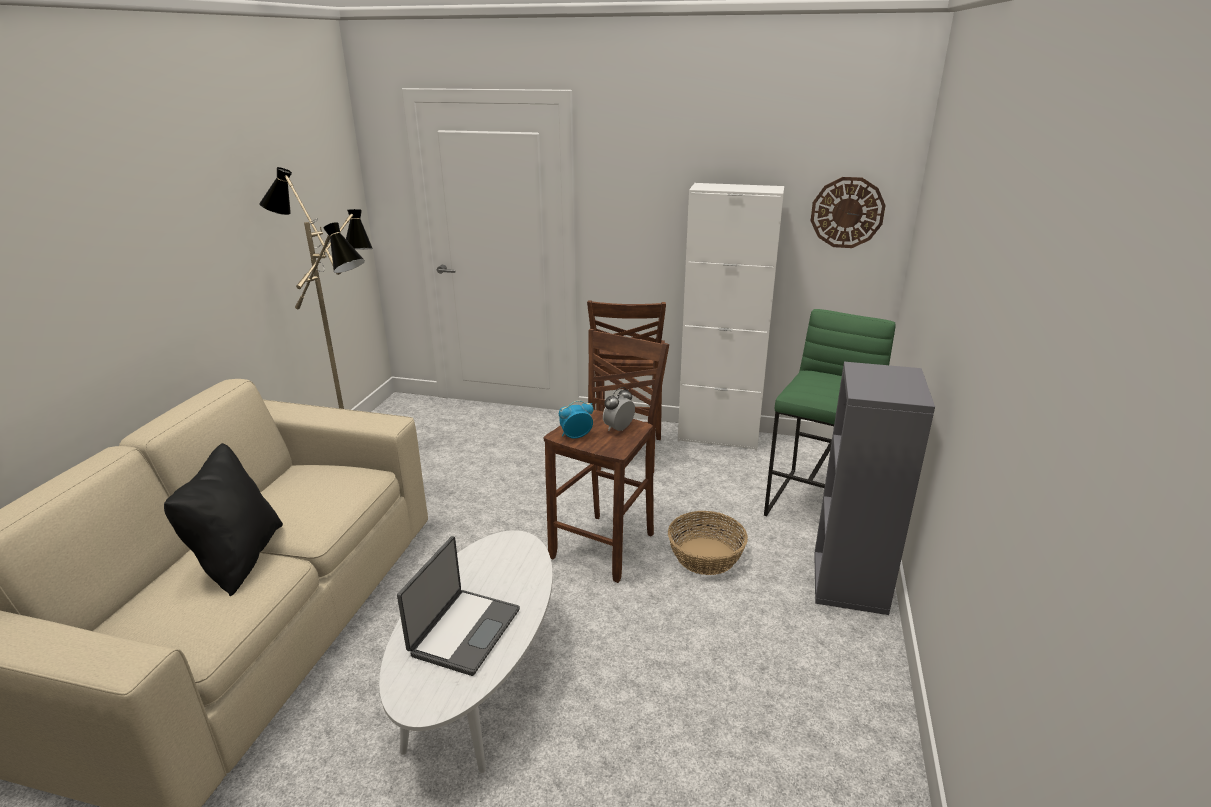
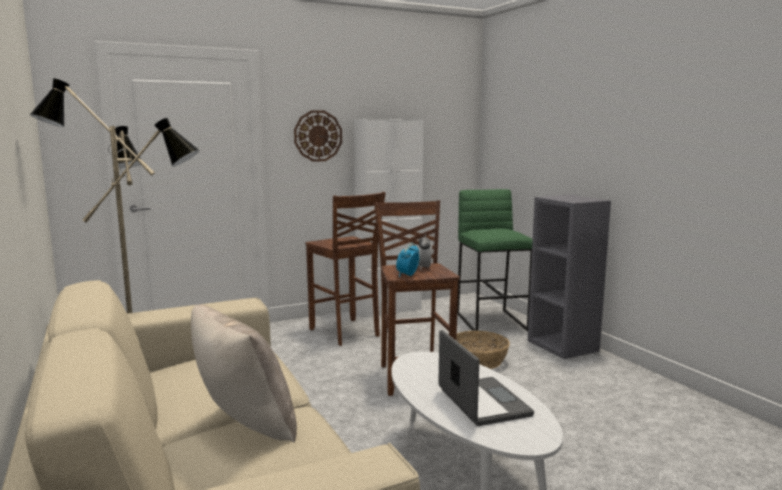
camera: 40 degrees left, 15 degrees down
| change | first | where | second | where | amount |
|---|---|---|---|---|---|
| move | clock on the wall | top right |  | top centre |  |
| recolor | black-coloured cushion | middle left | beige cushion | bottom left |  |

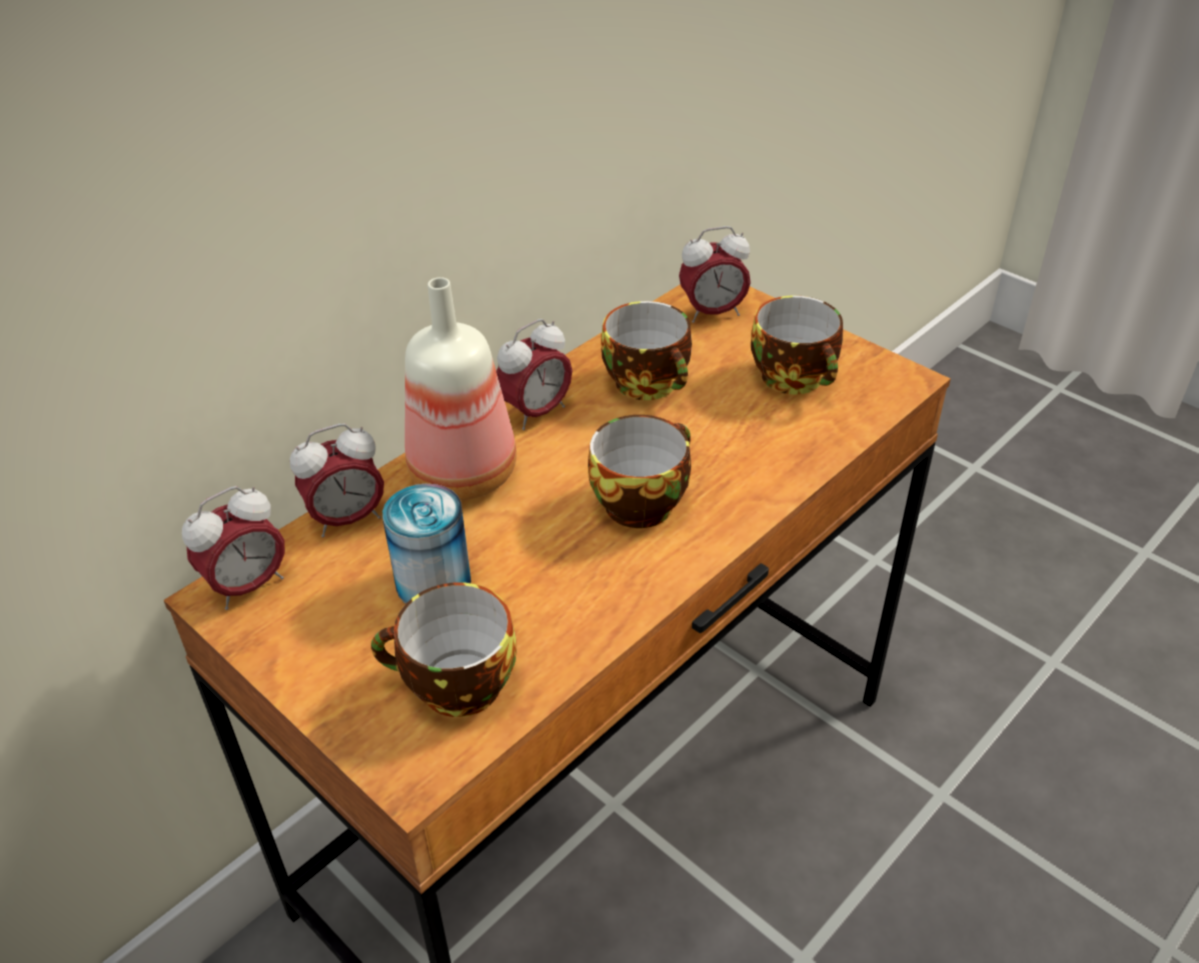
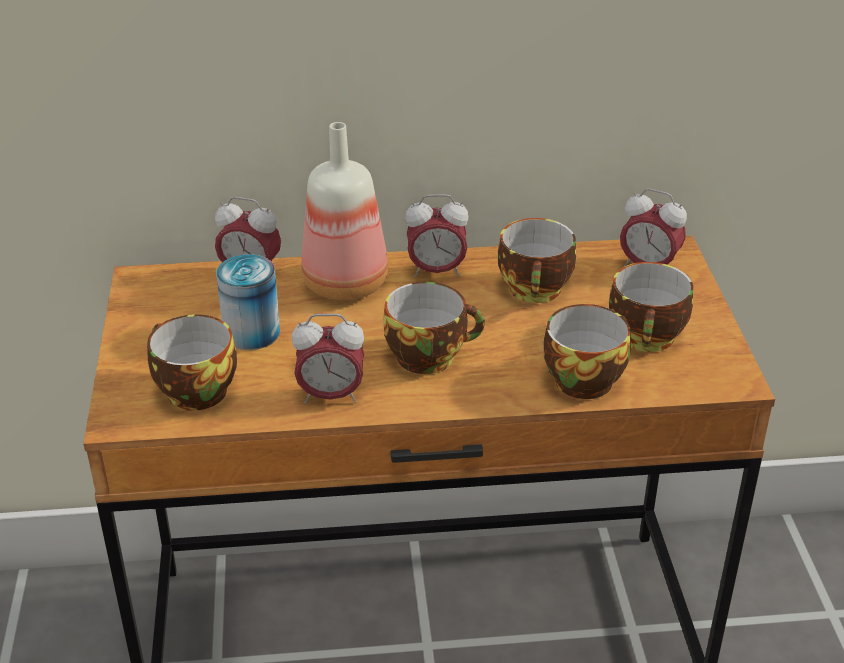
camera: 40 degrees right, 5 degrees down
| change | first | where | second | where | amount |
|---|---|---|---|---|---|
| insert |  |  | drinking cup (4th from left) | middle right |  |
| move | bedside clock (1st from left in the first image) | middle left | bedside clock (2nd from left) | centre |  |

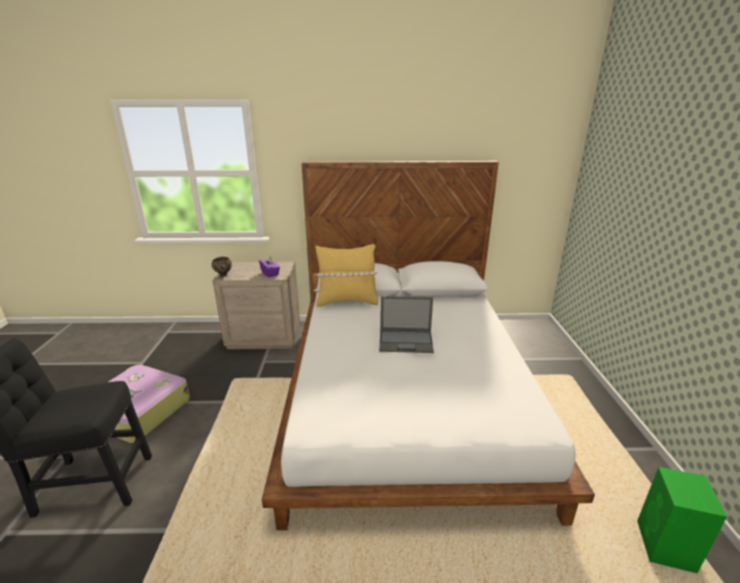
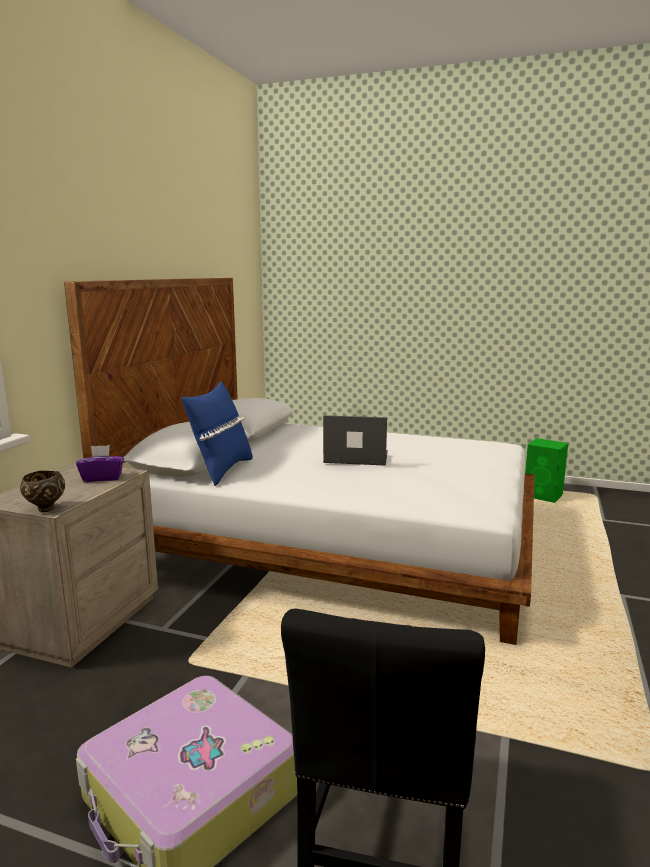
camera: 70 degrees left, 10 degrees down
| change | first | where | second | where | amount |
|---|---|---|---|---|---|
| recolor | yellowish cushion | centre | bluish cushion | centre |  |
| rotate | notebook computer | centre |  | centre | 105 degrees counterclockwise |

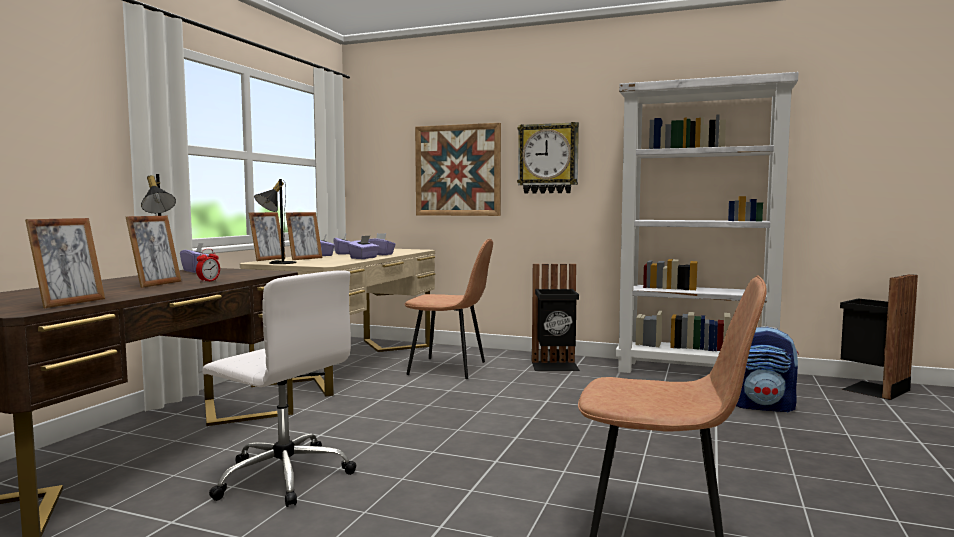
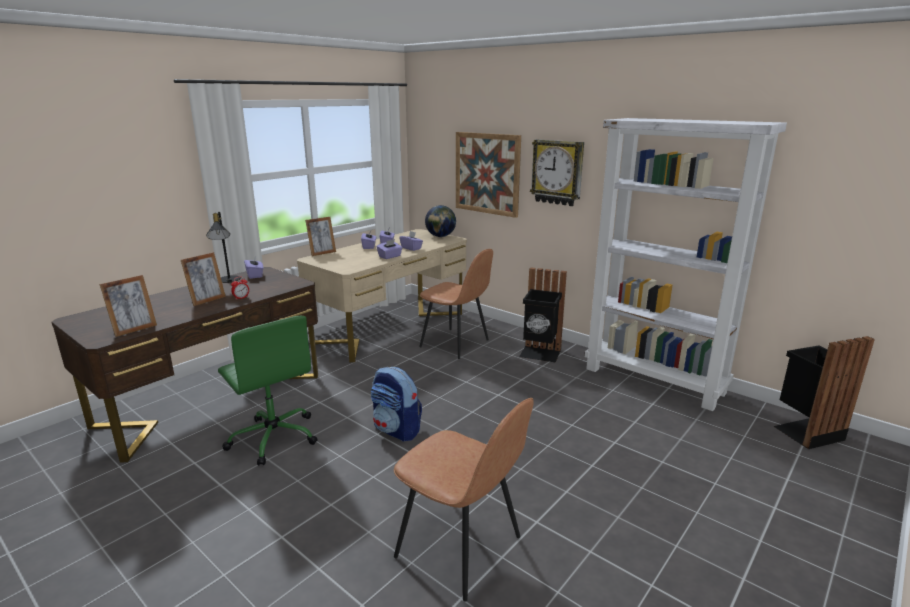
camera: 20 degrees right, 15 degrees up
| change | first | where | second | where | amount |
|---|---|---|---|---|---|
| delete | black-coloured table lamp (2nd from left) | middle left |  |  |  |
| delete | photo frame (4th from left) | middle left |  |  |  |
| insert |  |  | desk globe | centre |  |
| move | rucksack | bottom right |  | centre |  |
| recolor | white desk chair | bottom left | green-coloured desk chair | middle left |  |

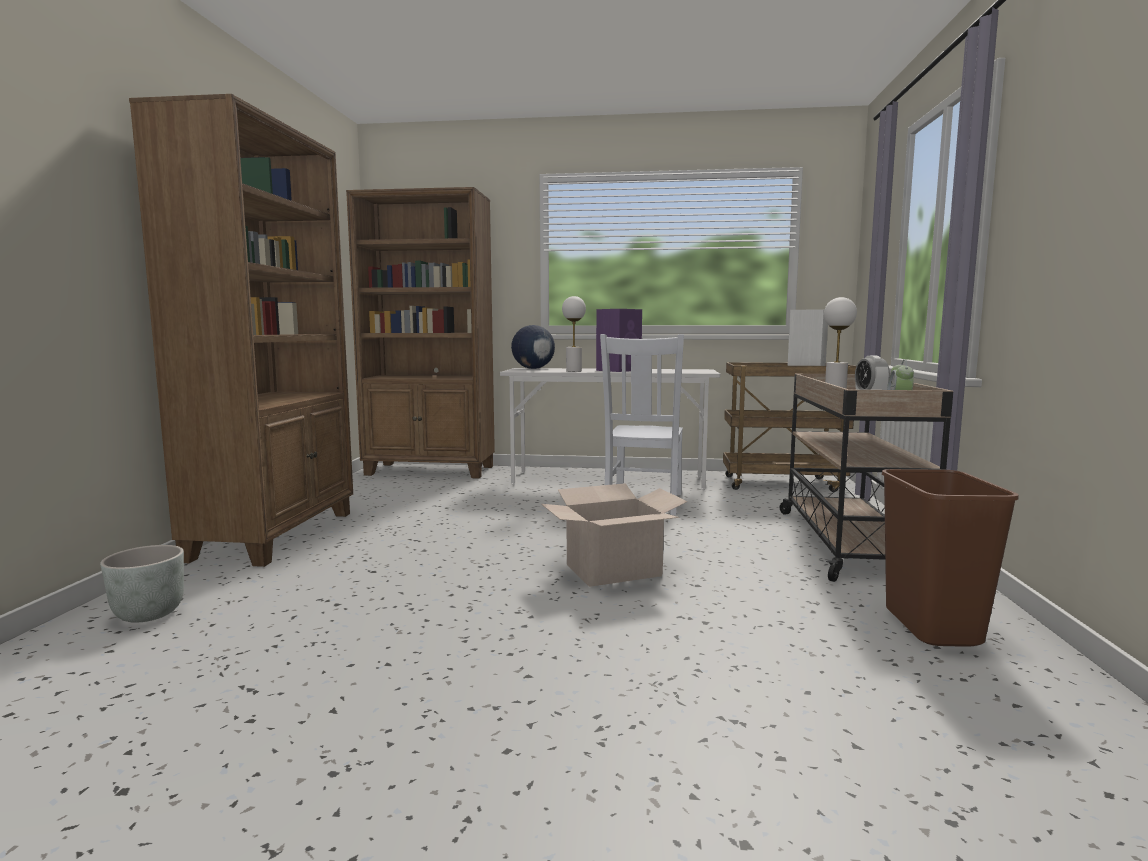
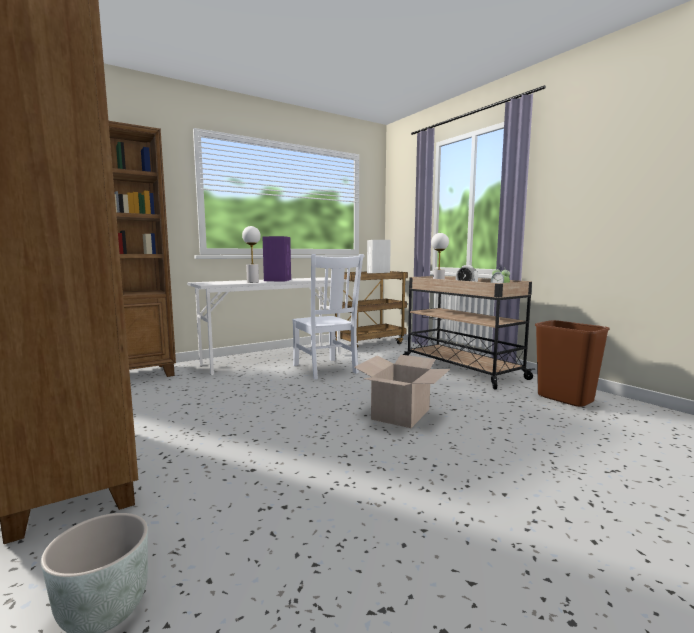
camera: 40 degrees left, 0 degrees up
| change | first | where | second | where | amount |
|---|---|---|---|---|---|
| delete | desk globe | centre |  |  |  |

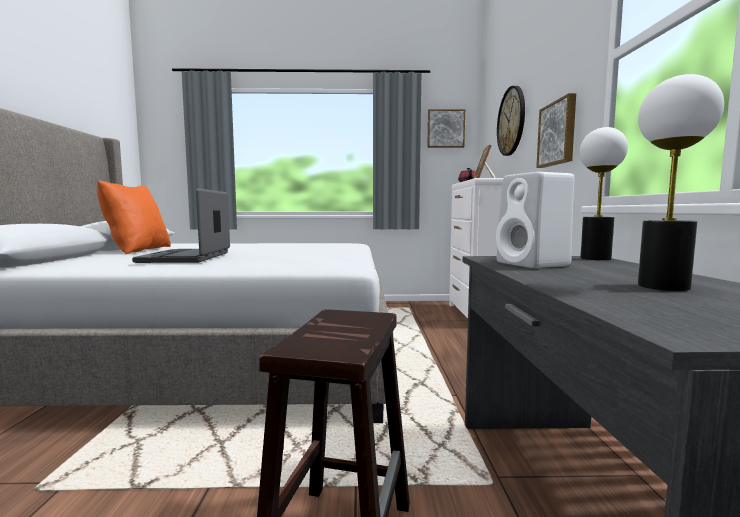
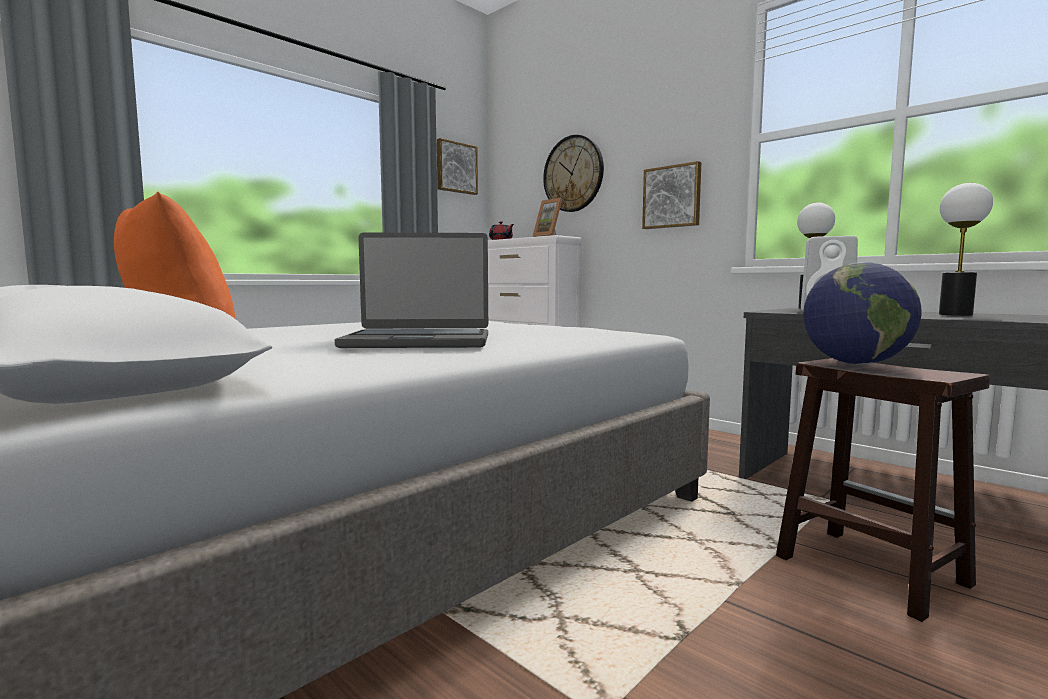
camera: 45 degrees left, 0 degrees up
| change | first | where | second | where | amount |
|---|---|---|---|---|---|
| insert |  |  | desk globe | middle right |  |
| rotate | notebook computer | middle left |  | centre | 45 degrees counterclockwise |

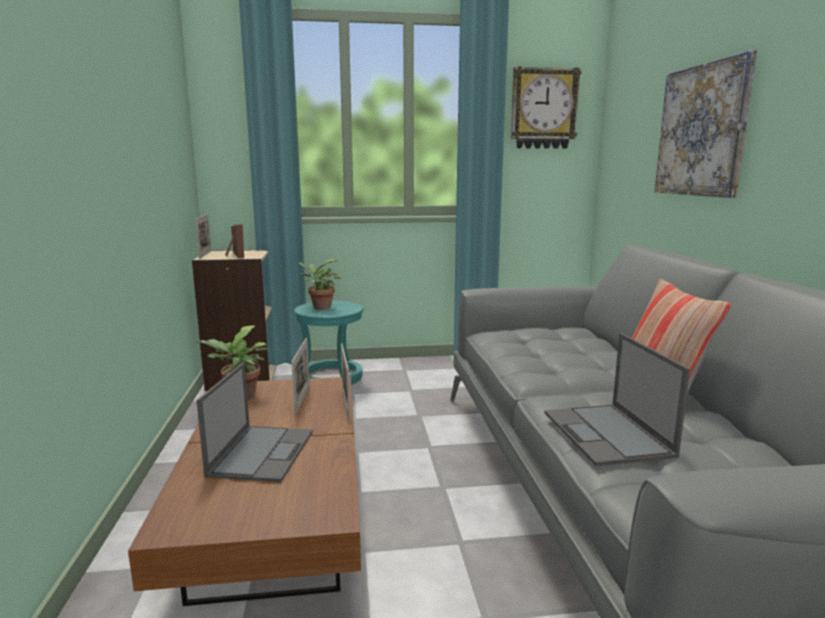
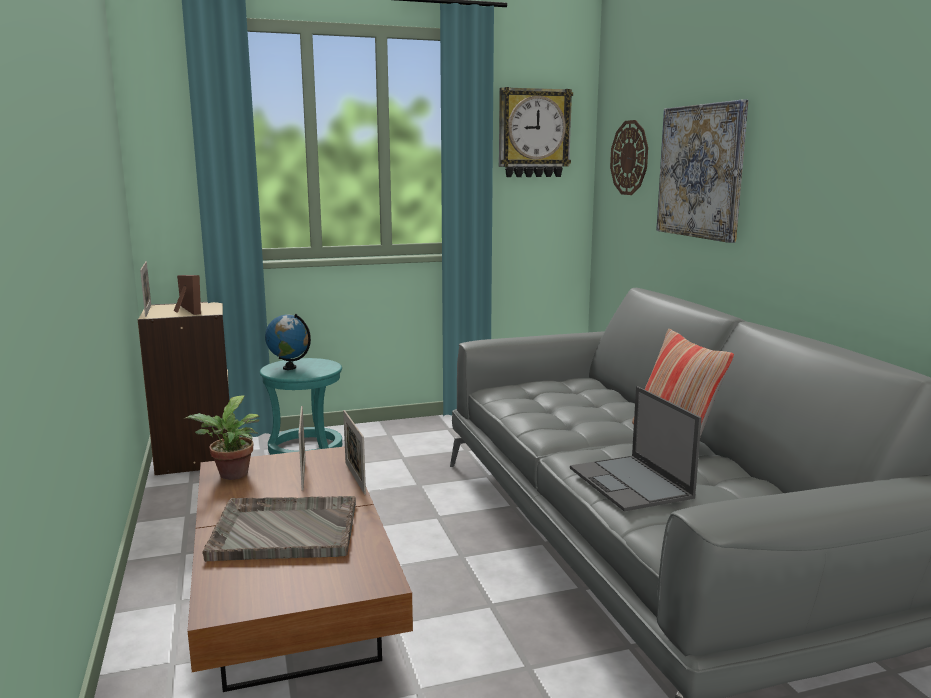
camera: 10 degrees left, 0 degrees up
| change | first | where | second | where | amount |
|---|---|---|---|---|---|
| insert |  |  | clock on the wall (2nd from left) | top right |  |
| replace | notebook computer (1st from left) | bottom left | grey tray | bottom left |  |
| replace | houseplant (2nd from left) | centre | desk globe | middle left |  |

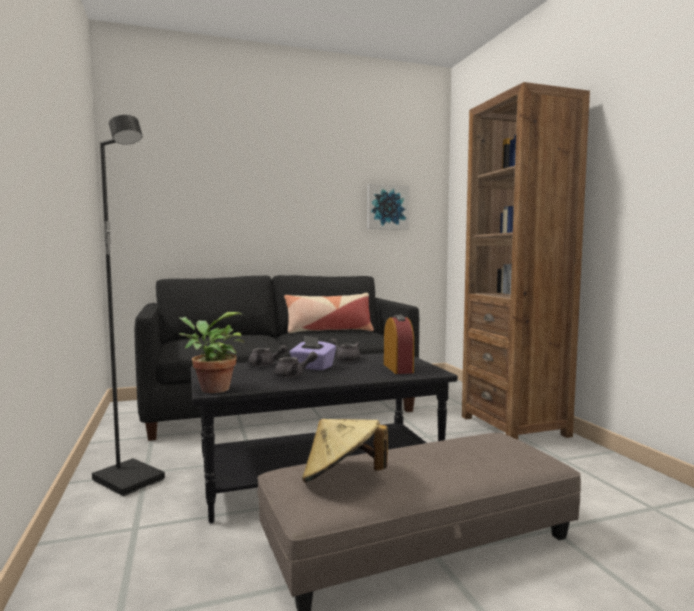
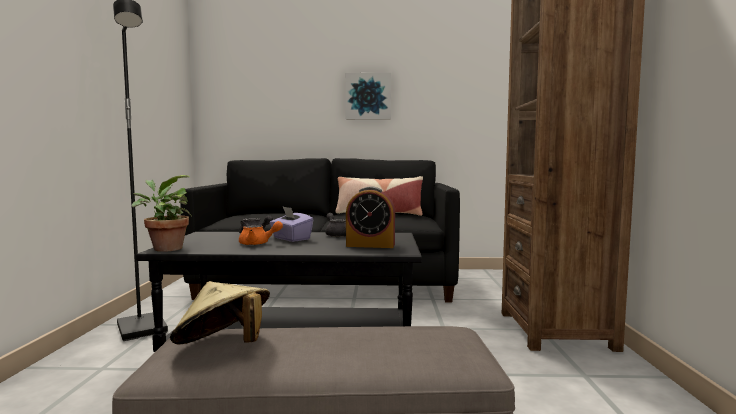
camera: 20 degrees right, 0 degrees up
| change | first | where | second | where | amount |
|---|---|---|---|---|---|
| move | wall picture | centre |  | top centre |  |
| recolor | grey teapot (2nd from left) | centre | orange-coloured teapot | centre |  |
| rotate | bedside clock | centre |  | centre | 90 degrees clockwise |

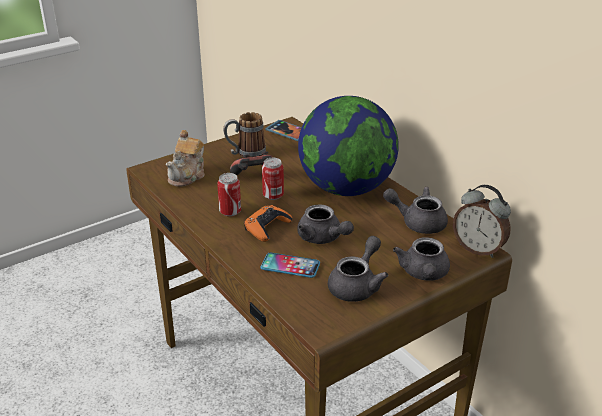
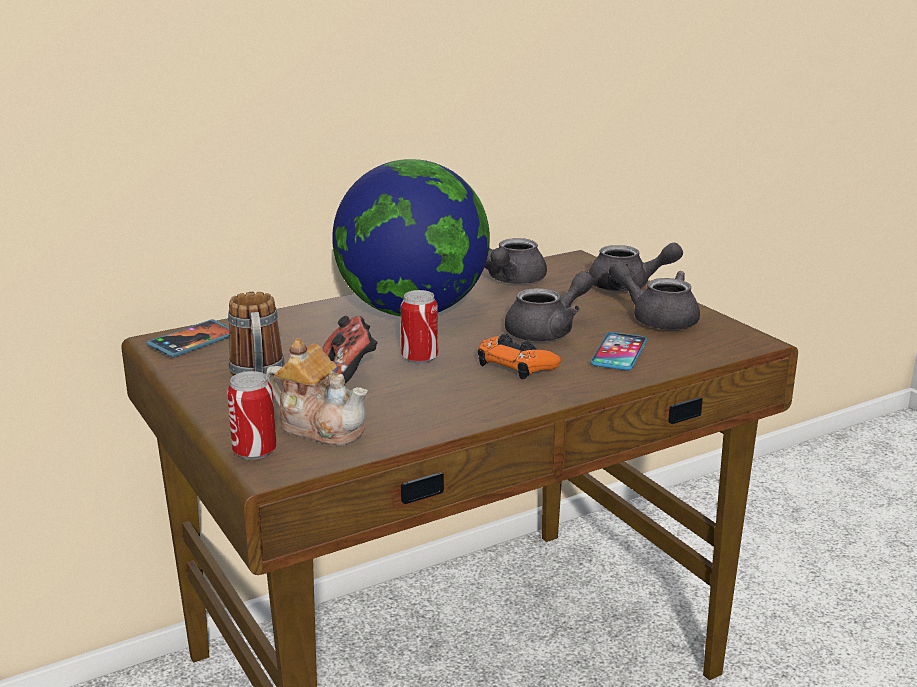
camera: 85 degrees left, 10 degrees down
| change | first | where | second | where | amount |
|---|---|---|---|---|---|
| delete | bedside clock | middle right |  |  |  |
| move | can (1st from left) | centre |  | middle left |  |

